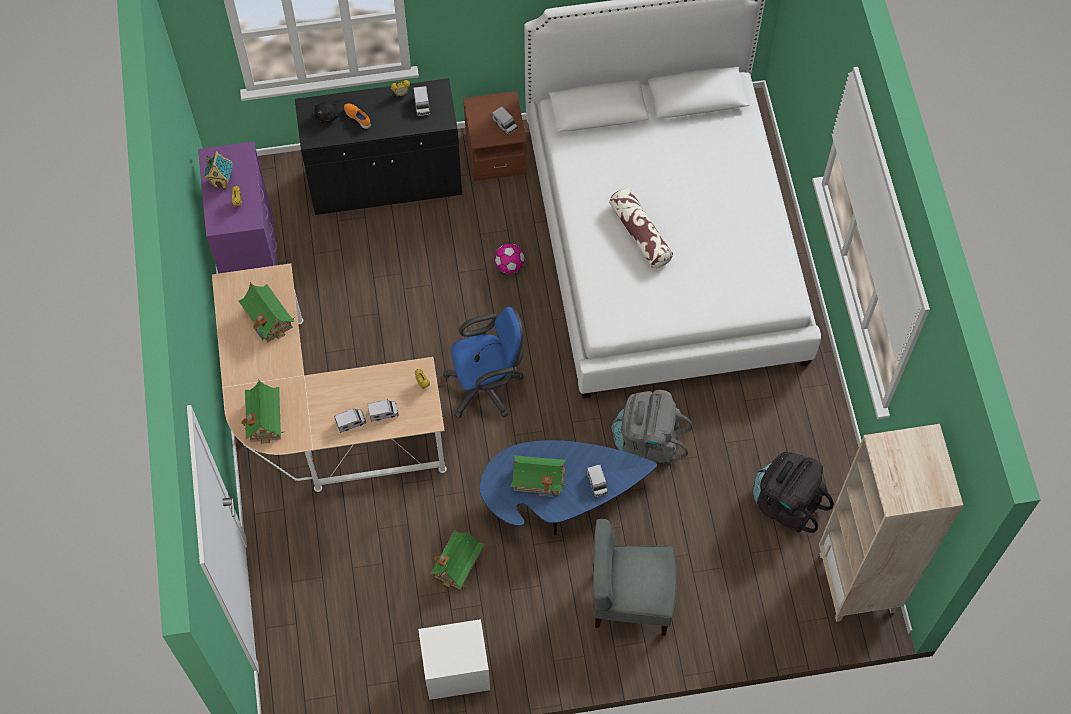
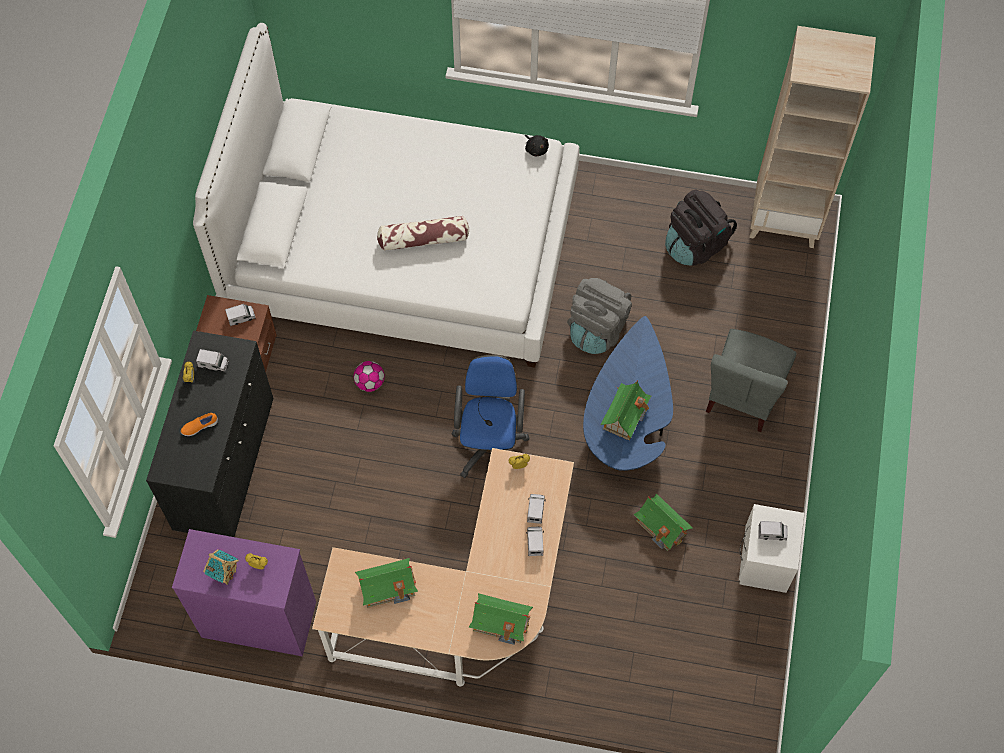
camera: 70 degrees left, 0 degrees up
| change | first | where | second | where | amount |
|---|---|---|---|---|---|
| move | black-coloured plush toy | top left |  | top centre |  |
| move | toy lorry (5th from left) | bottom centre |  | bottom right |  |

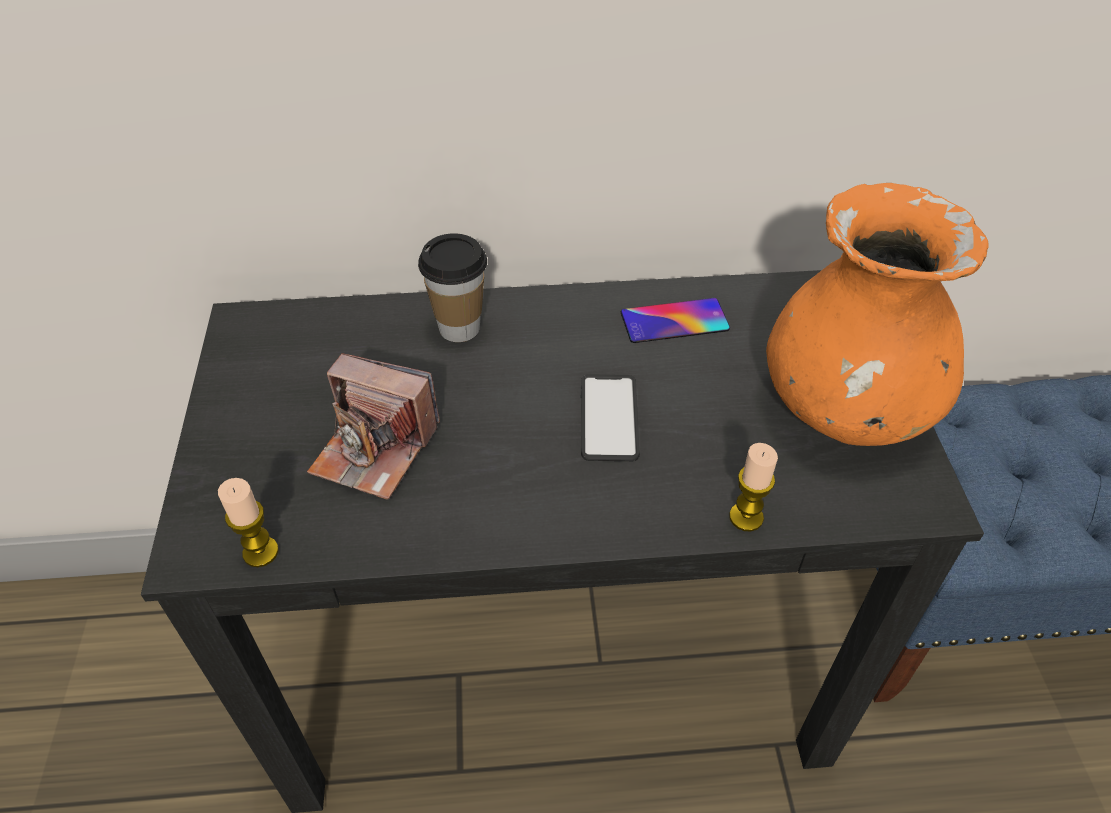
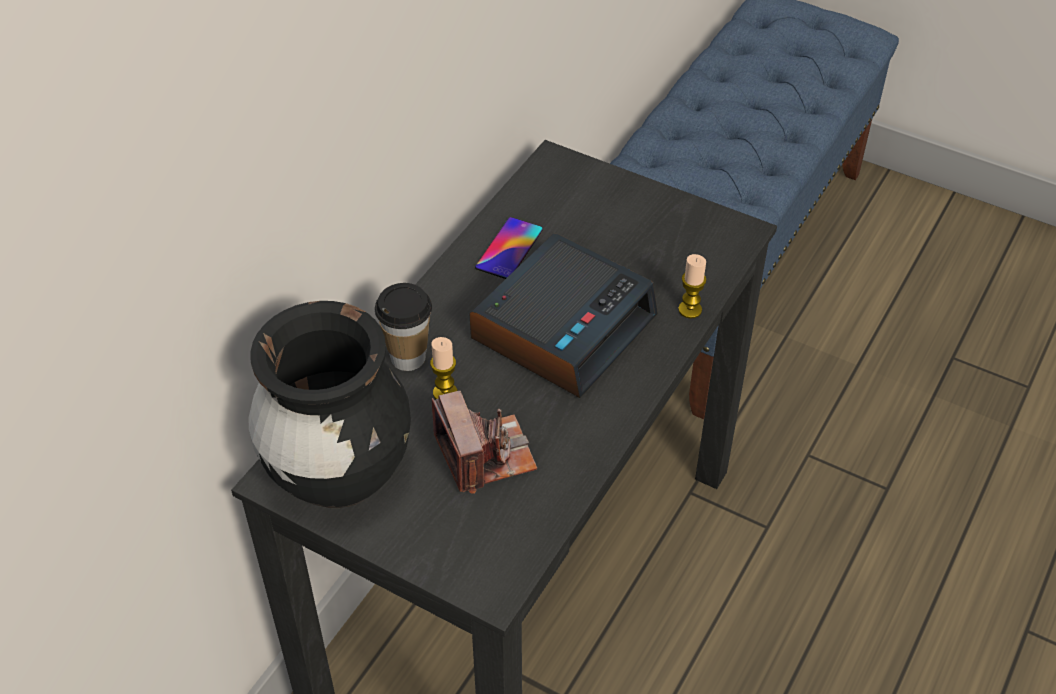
camera: 55 degrees left, 0 degrees up
| change | first | where | second | where | amount |
|---|---|---|---|---|---|
| delete | orange-coloured decorative vase | middle right |  |  |  |
| insert |  |  | black-coloured decorative vase | middle left |  |
| move | candle (1st from left) | middle left |  | centre |  |
| replace | phone (1st from left) | centre | bedside clock | centre |  |
| rotate | photo camera | centre |  | centre | 75 degrees counterclockwise |

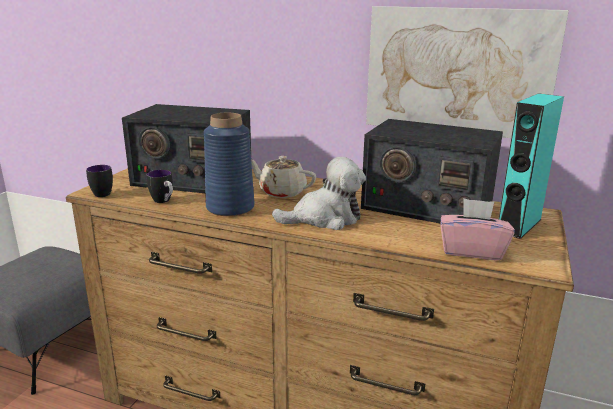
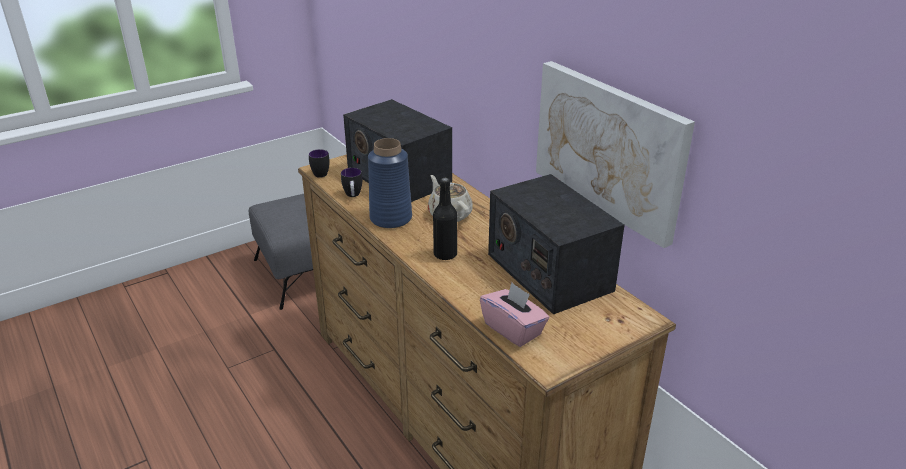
camera: 35 degrees right, 10 degrees up
| change | first | where | second | where | amount |
|---|---|---|---|---|---|
| delete | turquoise-coloured speaker | middle right |  |  |  |
| replace | plush toy | centre | black-coloured beverage bottle | centre |  |

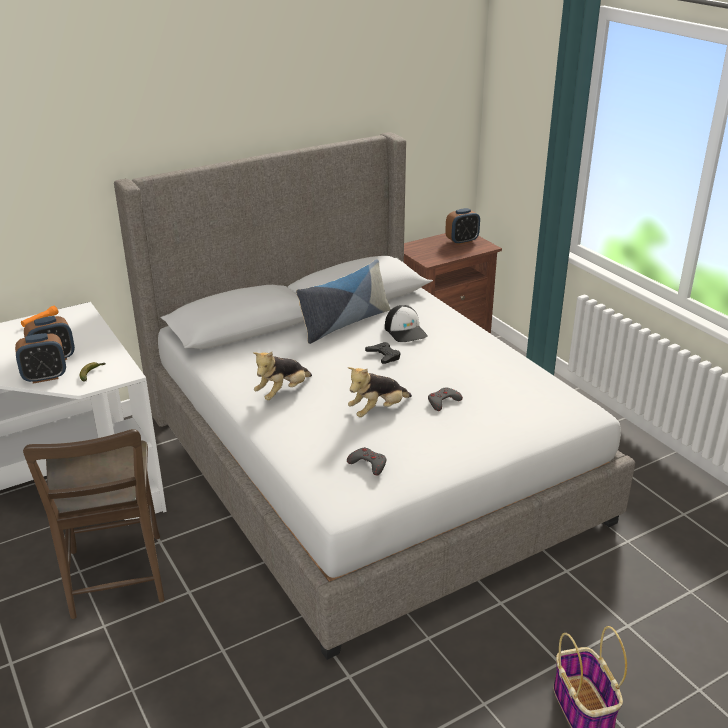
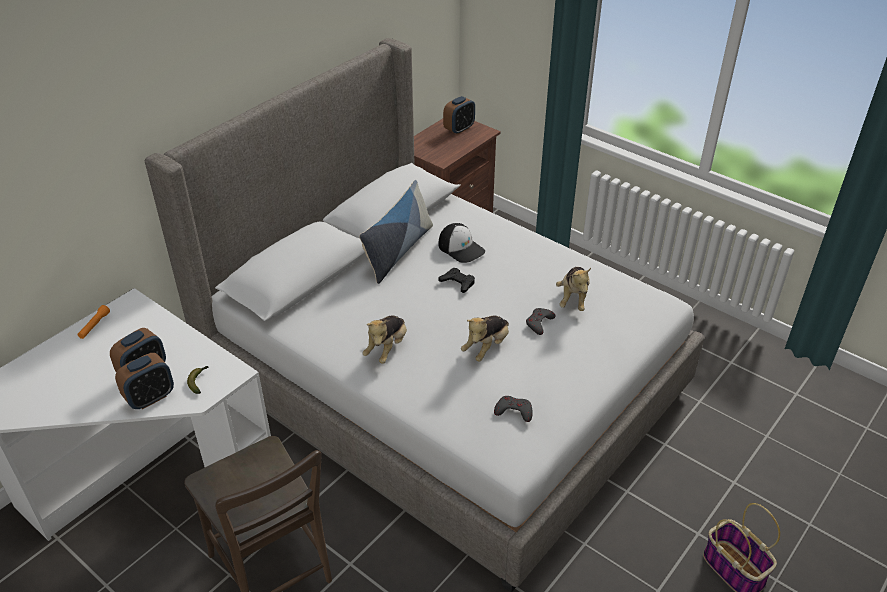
camera: 20 degrees left, 10 degrees up
| change | first | where | second | where | amount |
|---|---|---|---|---|---|
| insert |  |  | plush toy (3rd from left) | centre |  |

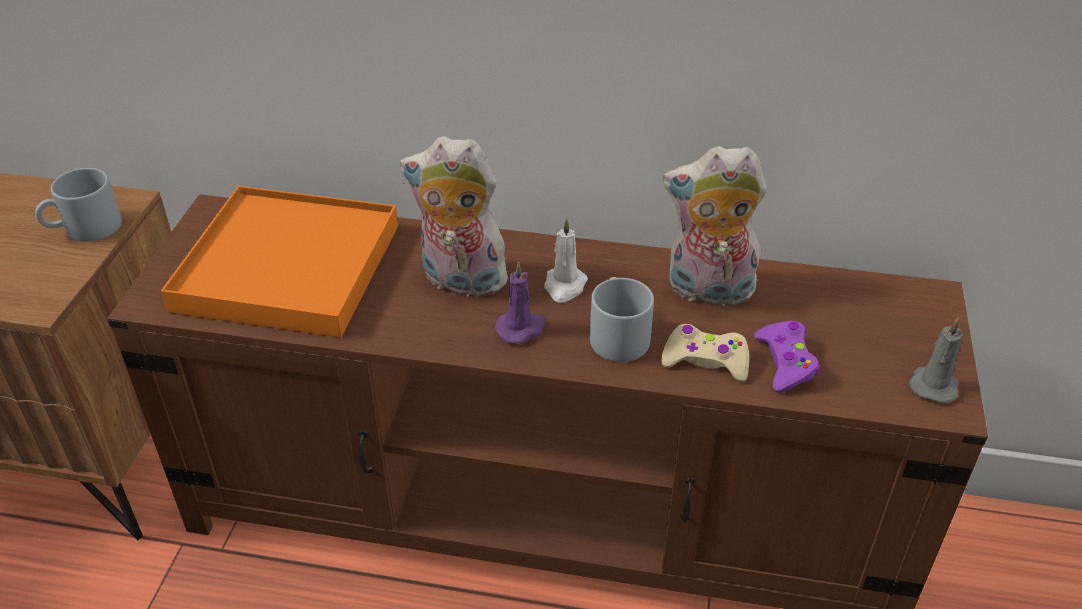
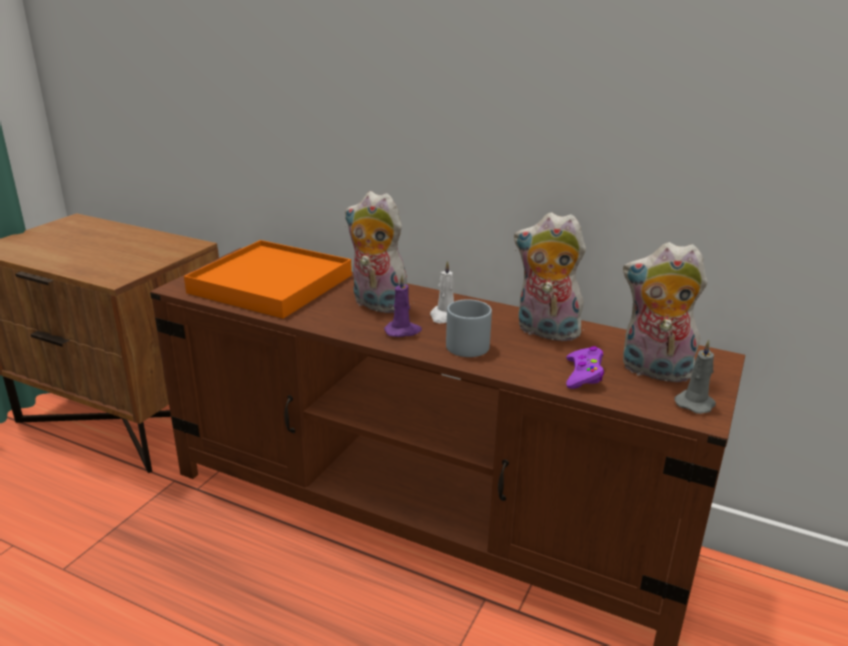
camera: 15 degrees right, 15 degrees down
| change | first | where | second | where | amount |
|---|---|---|---|---|---|
| delete | grey mug (1st from left) | middle left |  |  |  |
| delete | beige gamepad | centre |  |  |  |
| insert |  |  | plush toy (3rd from left) | middle right |  |

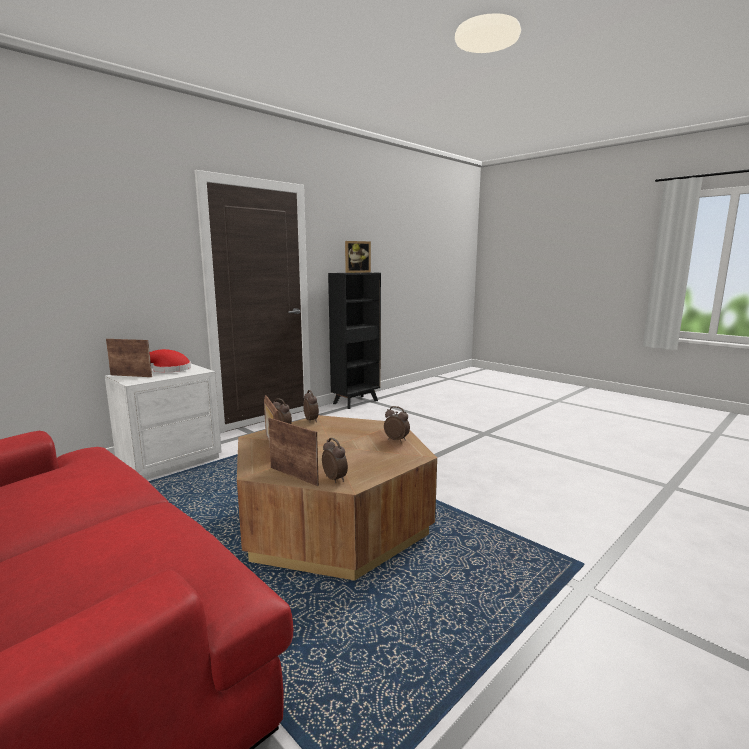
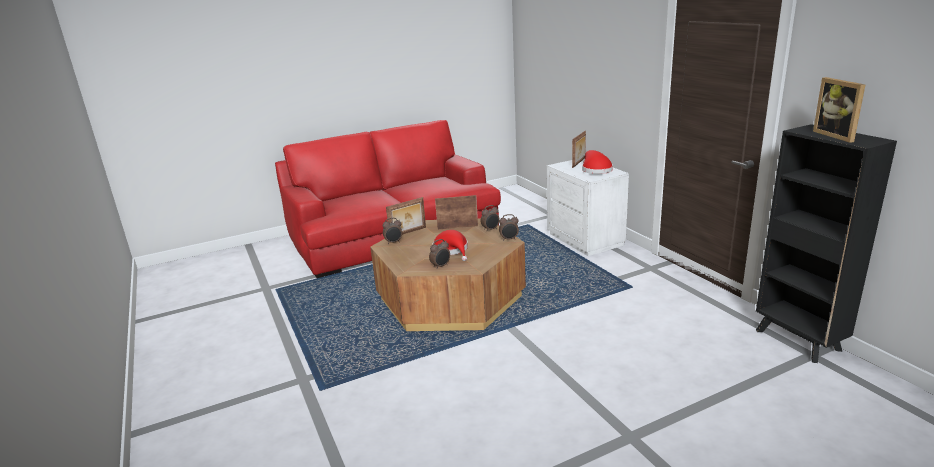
camera: 110 degrees right, 10 degrees up
| change | first | where | second | where | amount |
|---|---|---|---|---|---|
| insert |  |  | red-coloured wearable hat (1st from left) | centre |  |

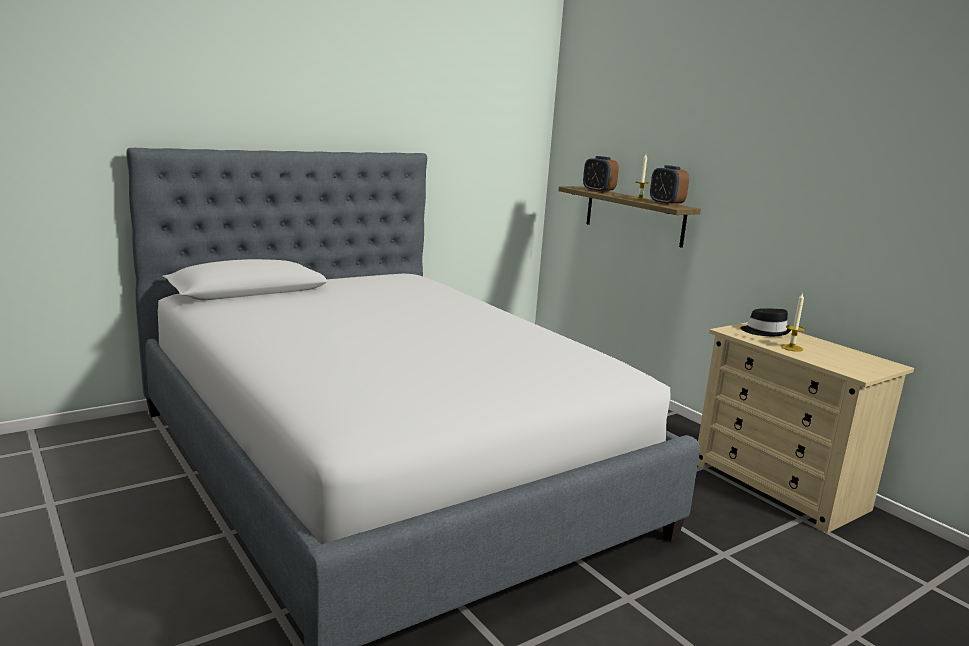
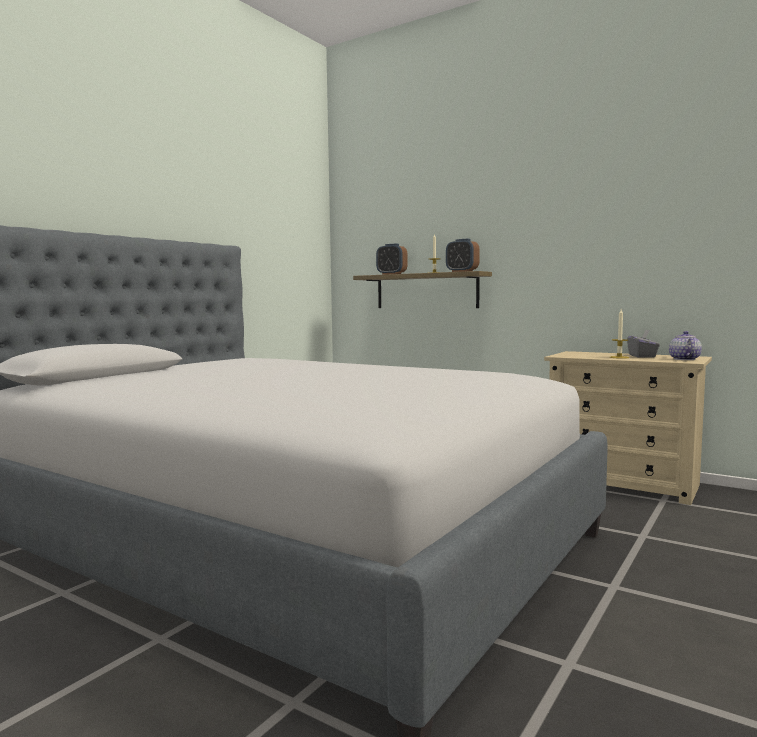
camera: 20 degrees left, 10 degrees down
| change | first | where | second | where | amount |
|---|---|---|---|---|---|
| delete | black-coloured wearable hat | middle right |  |  |  |
| insert |  |  | grey box of tissues | middle right |  |
| insert |  |  | teapot | middle right |  |

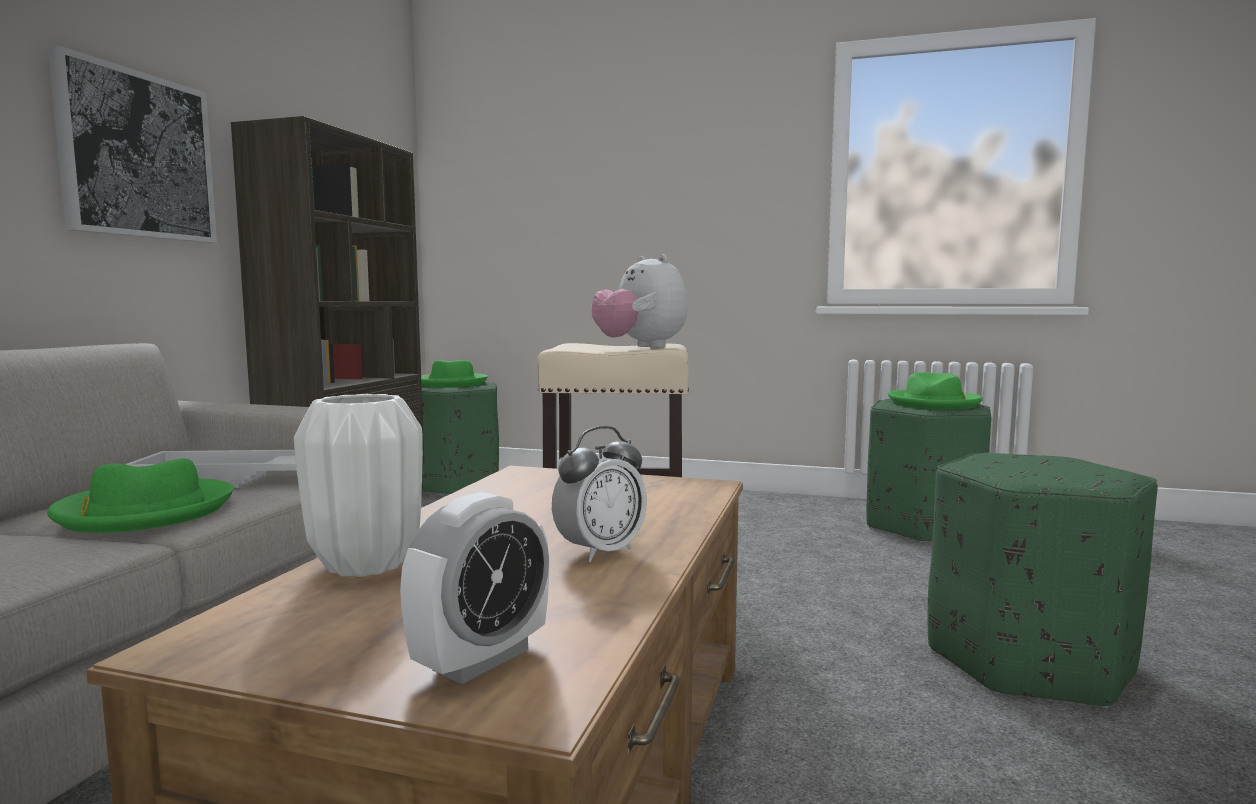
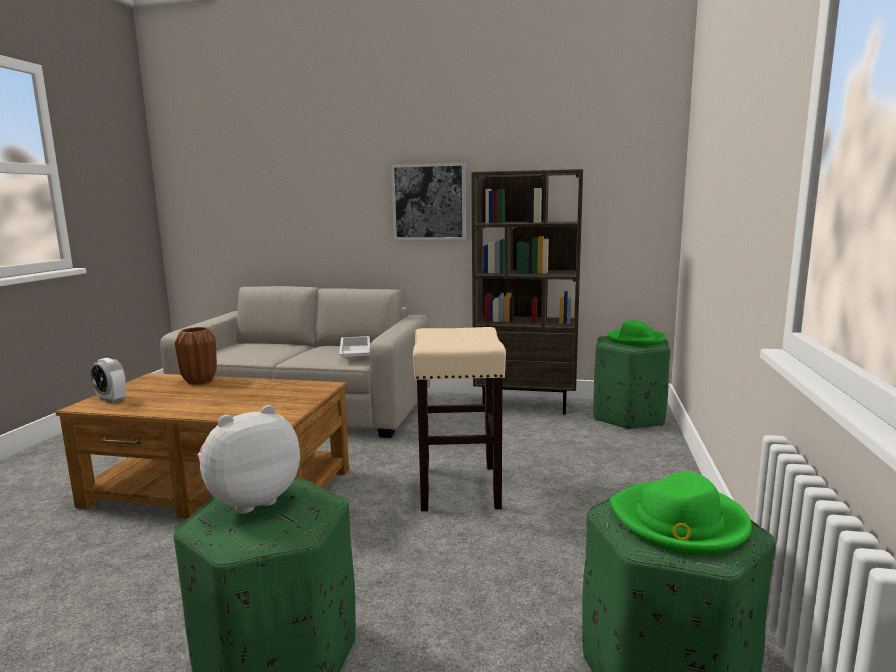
camera: 85 degrees right, 5 degrees up
| change | first | where | second | where | amount |
|---|---|---|---|---|---|
| delete | green-coloured wearable hat (1st from left) | middle left |  |  |  |
| delete | bedside clock (2nd from left) | centre |  |  |  |
| move | plush toy | centre |  | bottom left |  |
| recolor | white decorative vase | middle left | brown decorative vase | middle left |  |

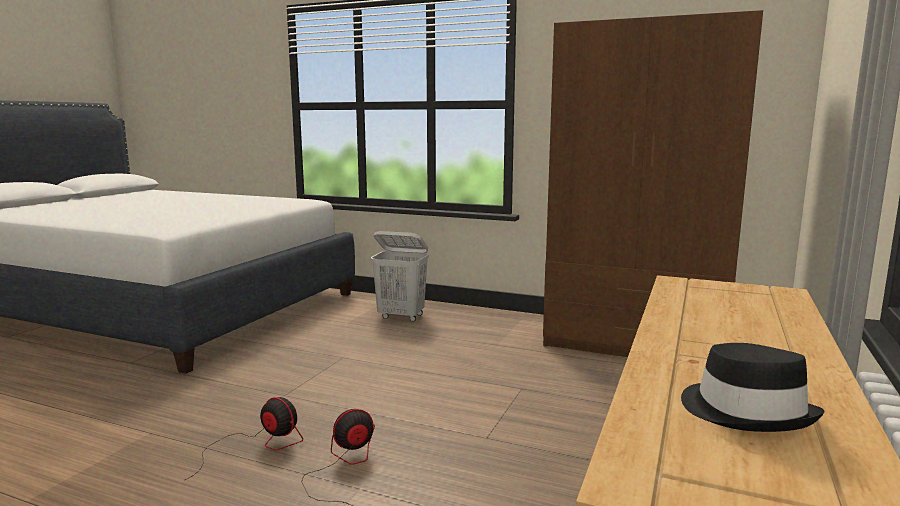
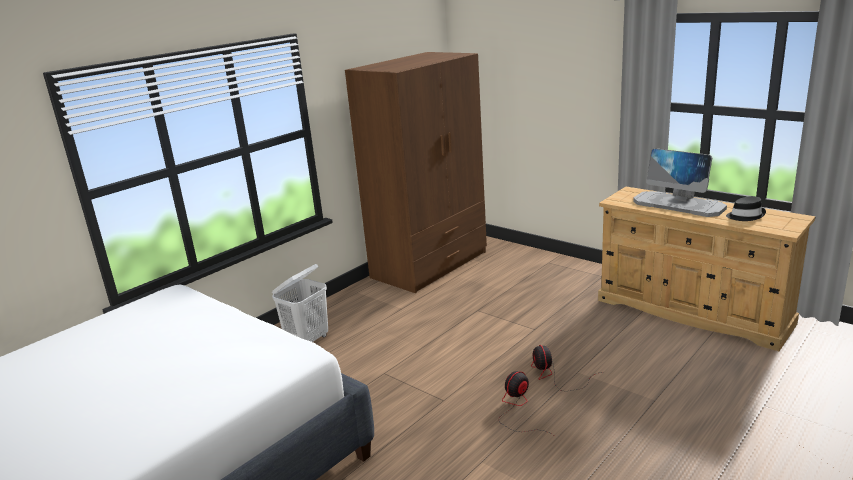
camera: 70 degrees left, 10 degrees up
| change | first | where | second | where | amount |
|---|---|---|---|---|---|
| insert |  |  | monitor | middle right |  |

